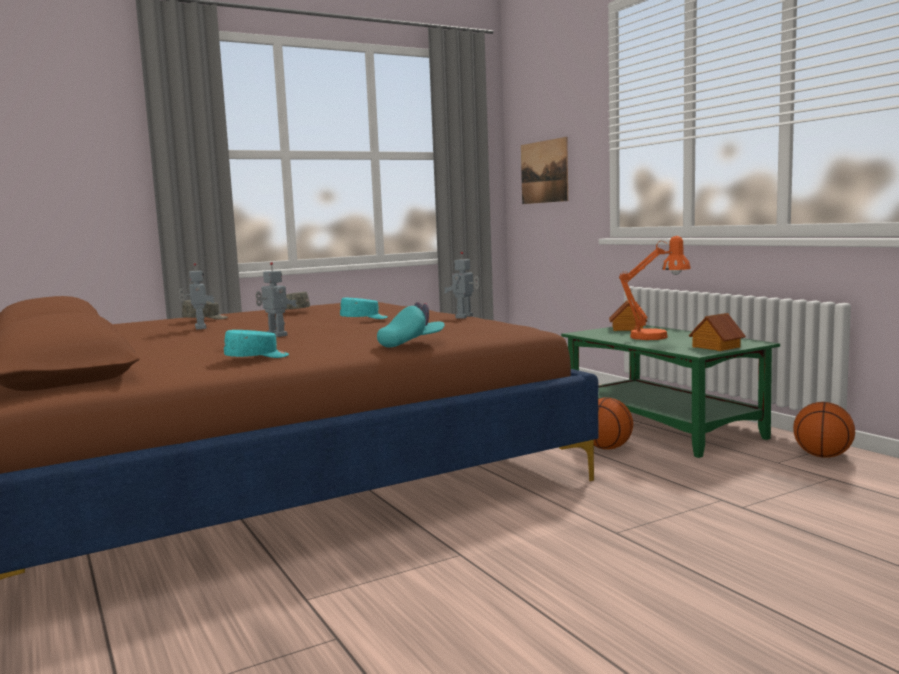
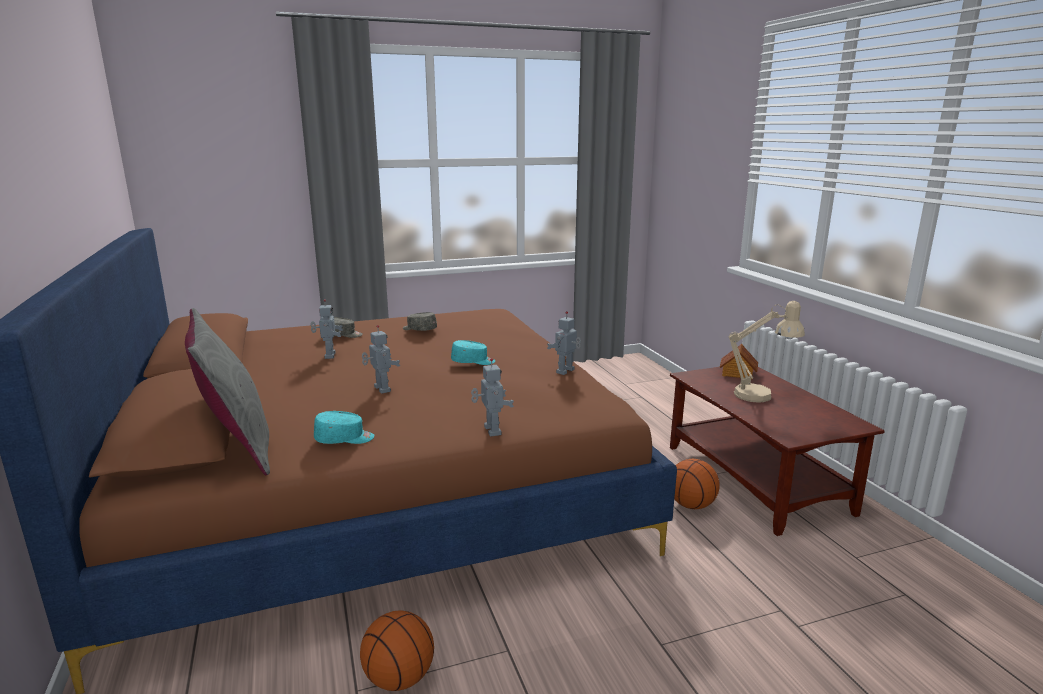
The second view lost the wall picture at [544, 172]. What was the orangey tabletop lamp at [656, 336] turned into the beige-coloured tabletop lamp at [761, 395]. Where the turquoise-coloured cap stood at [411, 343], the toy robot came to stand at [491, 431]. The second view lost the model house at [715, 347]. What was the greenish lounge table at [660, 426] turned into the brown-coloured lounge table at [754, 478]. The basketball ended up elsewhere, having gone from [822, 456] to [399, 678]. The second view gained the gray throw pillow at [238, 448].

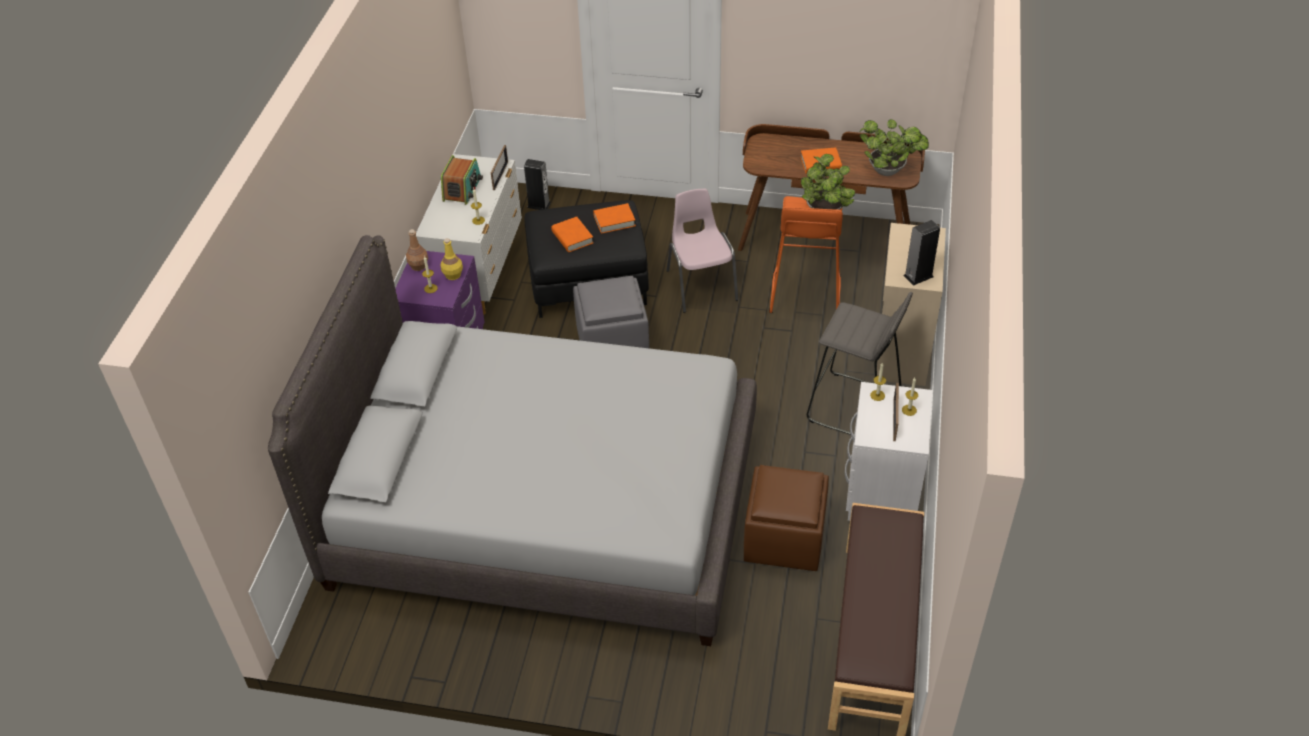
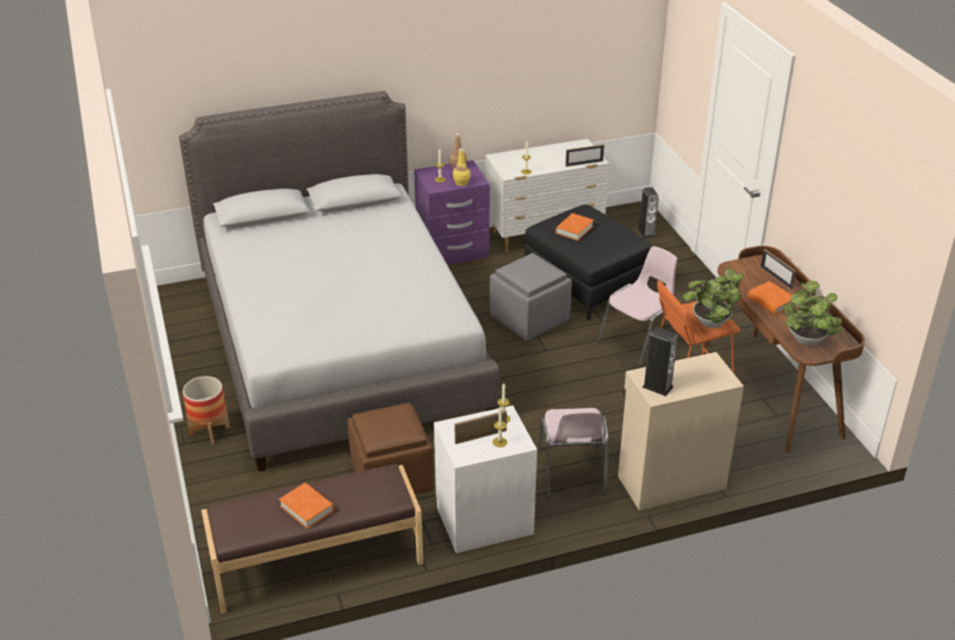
The second view lost the radio set at [462, 189]. The orangey book ended up elsewhere, having gone from [614, 221] to [307, 508]. Where the gray sitting stool stood at [853, 407], the pink upright chair came to stand at [572, 472]. The second view gained the picture frame at [776, 277]. The second view gained the planter at [209, 431].

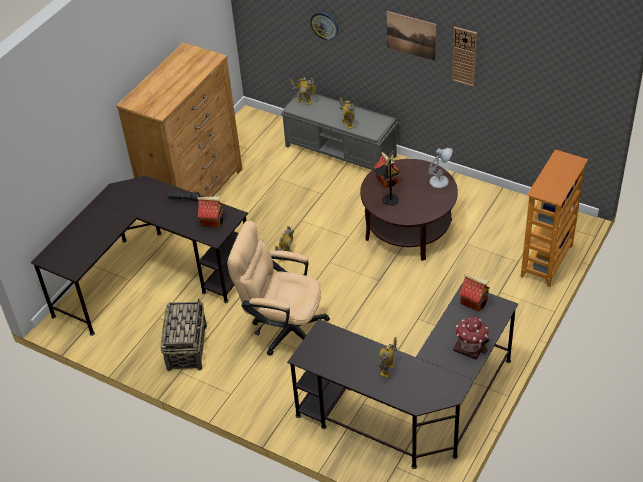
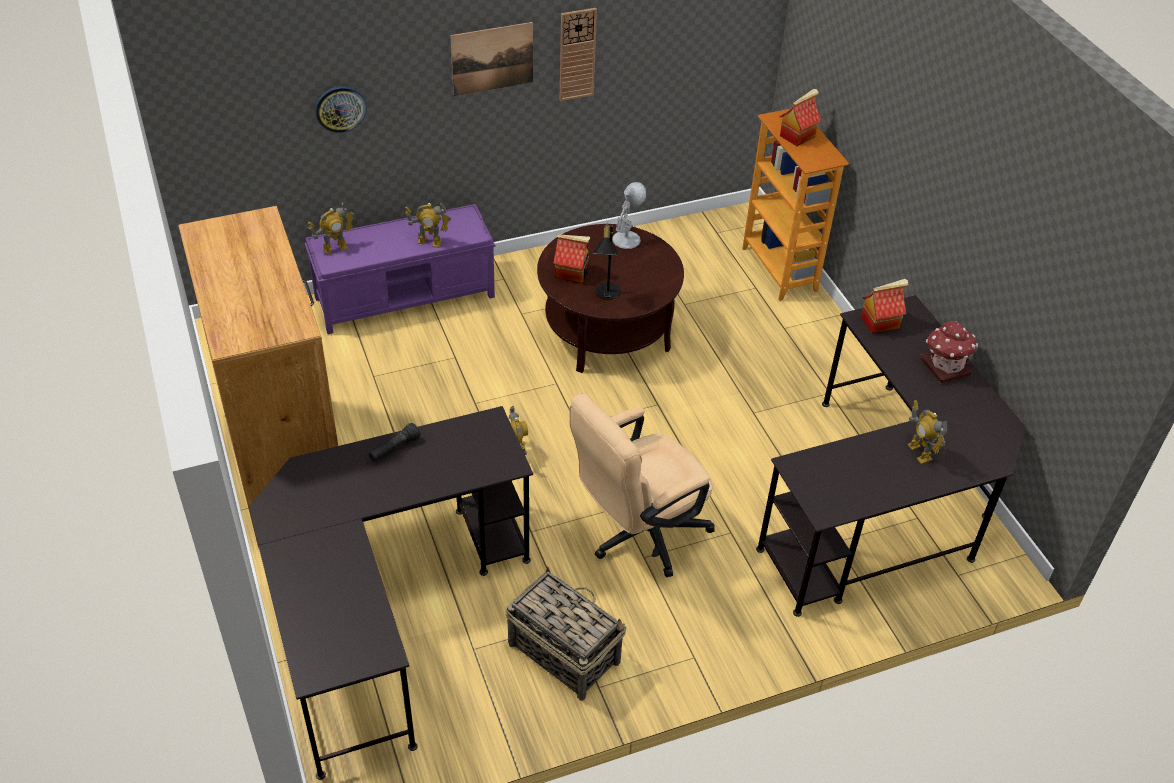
What was the gray long seat at [341, 151] turned into the purple long seat at [406, 297]. The model house ended up elsewhere, having gone from [213, 220] to [797, 135].

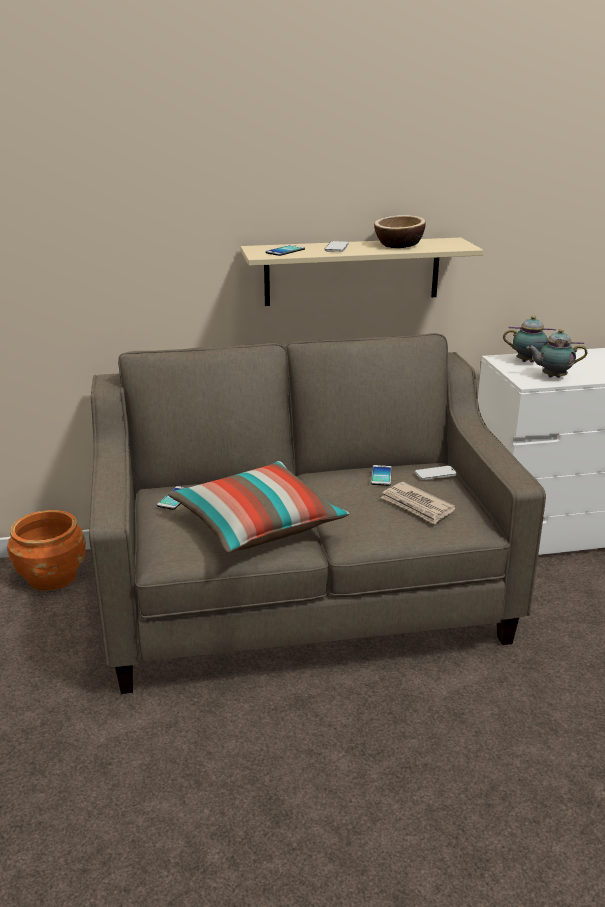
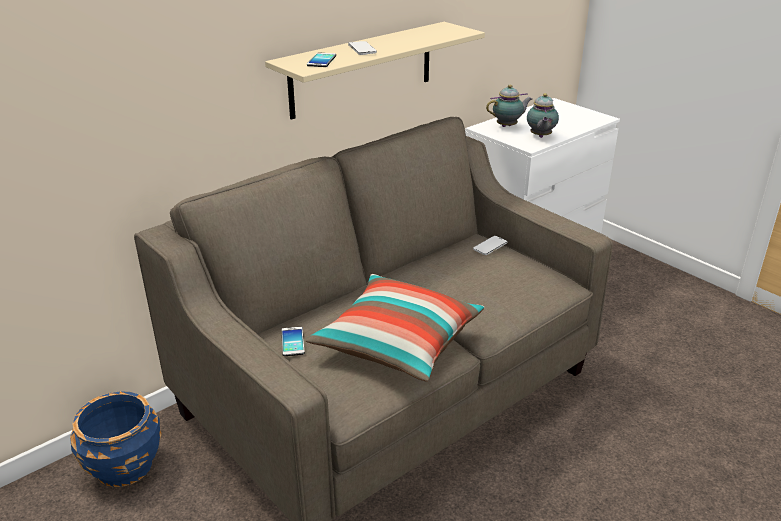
The second view lost the deep dish at [398, 245]. The pot for tea at [552, 377] ended up facing another way, 60 degrees counterclockwise from before. The second view lost the telephone at [381, 476]. The second view lost the daily paper at [417, 506]. What was the orangey planter at [52, 576] turned into the blue planter at [124, 466].

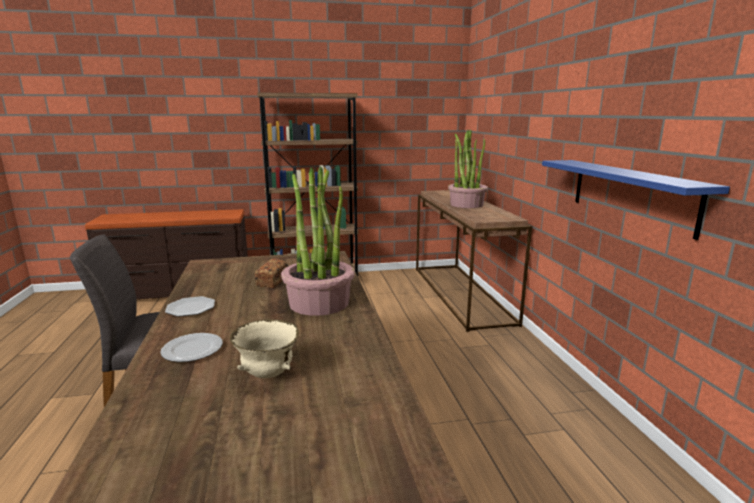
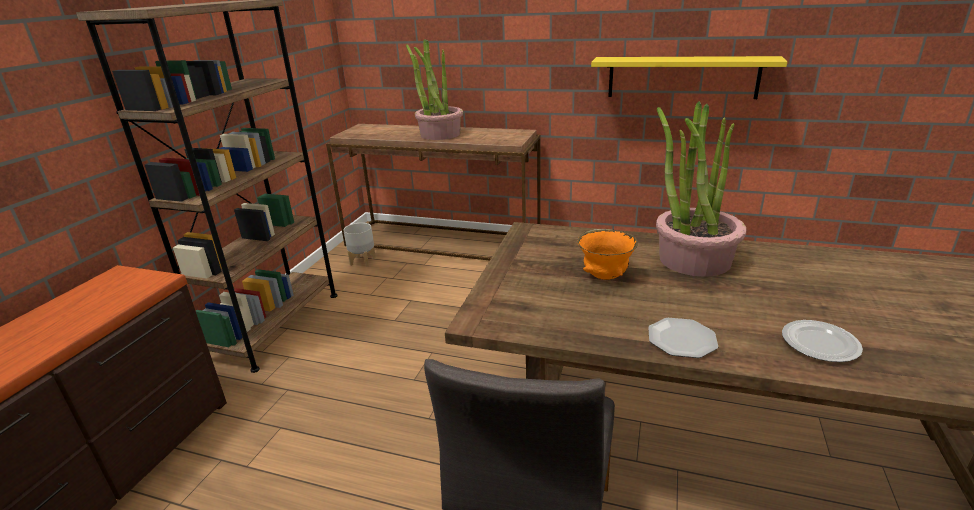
What was the blue wall shelf at [630, 194] turned into the yellow wall shelf at [682, 77]. Where the baked bread stood at [272, 281], the orangey deep dish came to stand at [605, 276]. The second view lost the beige-coloured deep dish at [267, 374]. The second view gained the gray planter at [363, 261].

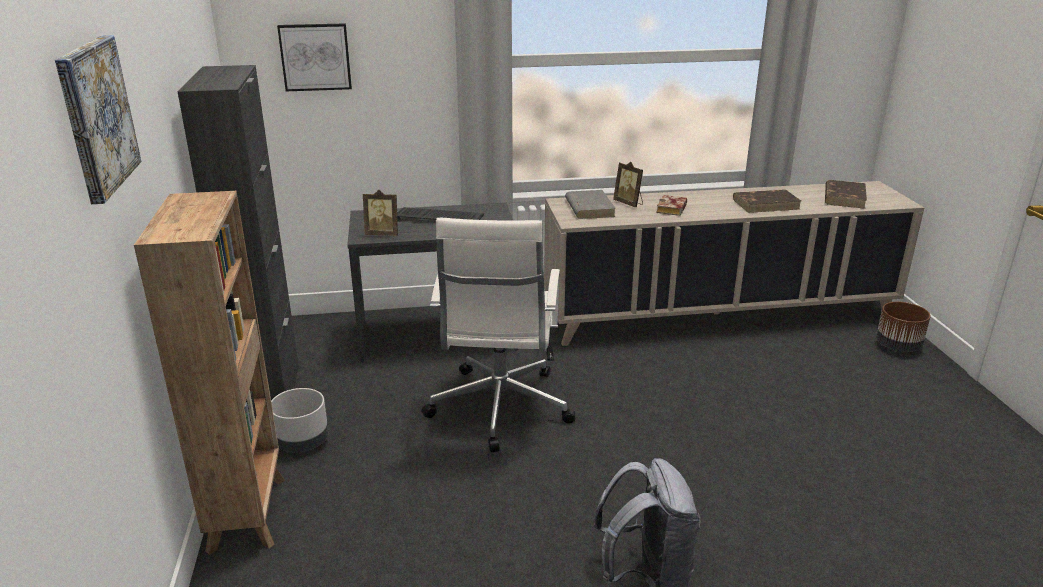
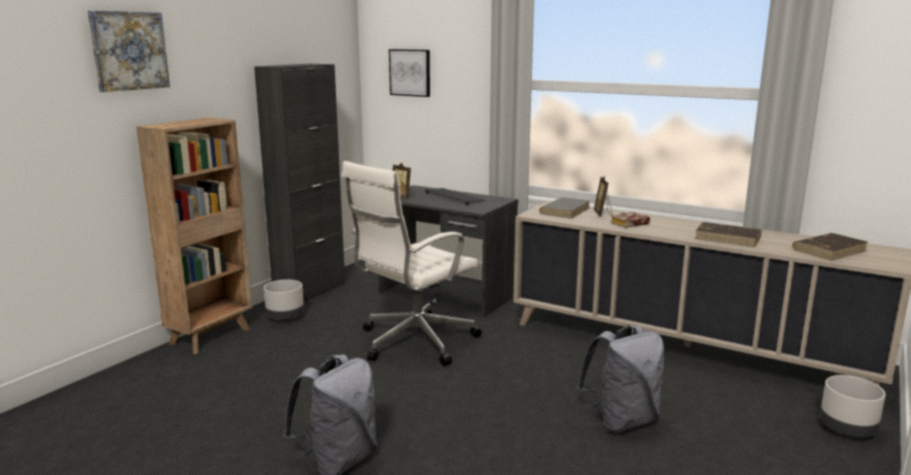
What was the brown-coloured planter at [898, 346] turned into the gray planter at [847, 430]. The second view gained the gray backpack at [622, 421].

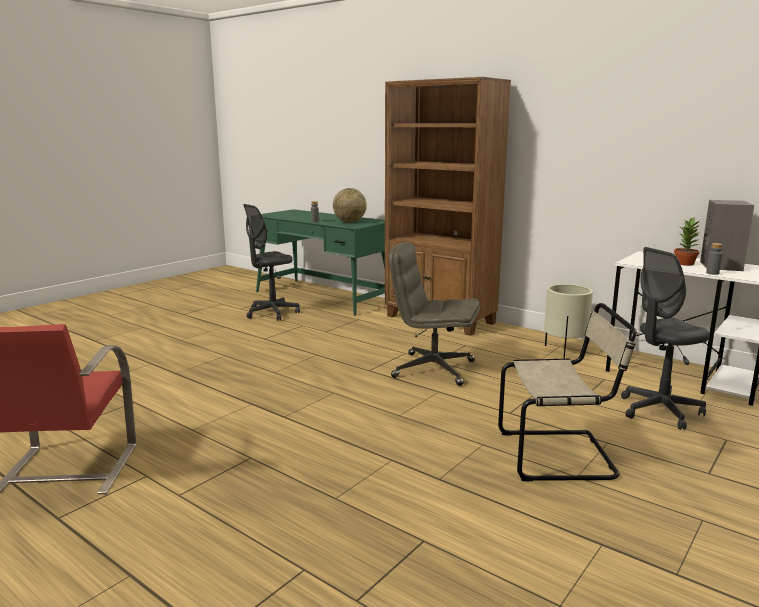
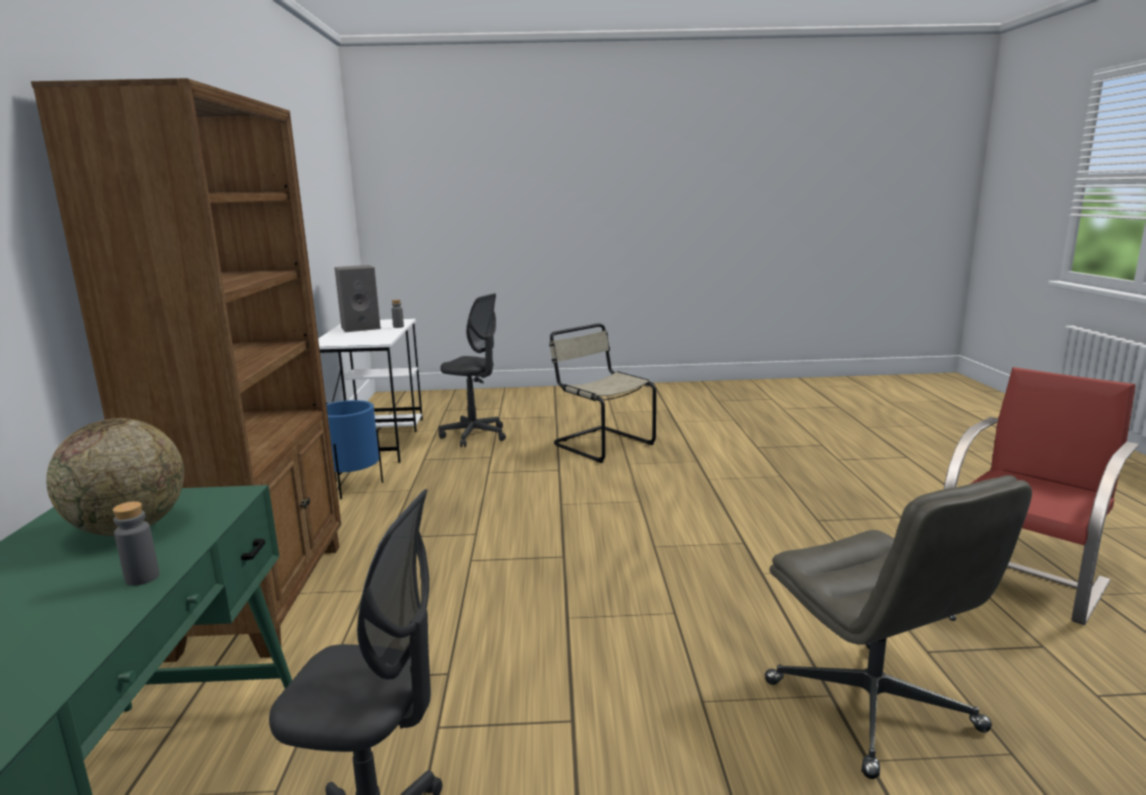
The second view lost the plant in a pot at [685, 264]. The gray computer chair ended up elsewhere, having gone from [432, 369] to [874, 707]. What was the beige-coloured planter at [564, 351] turned into the blue planter at [353, 487].

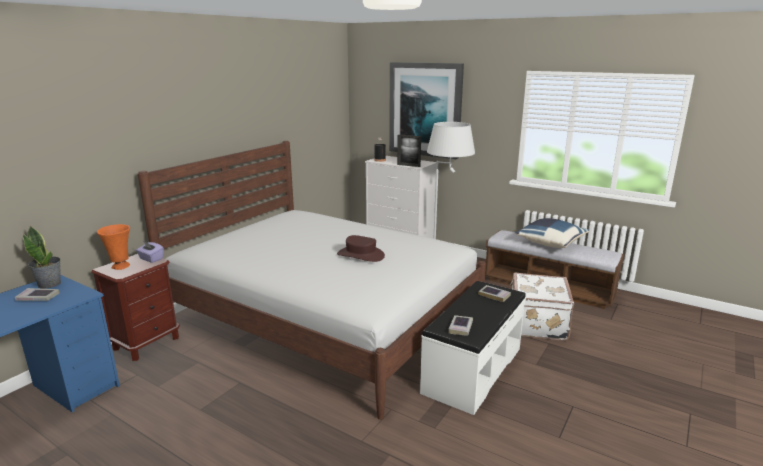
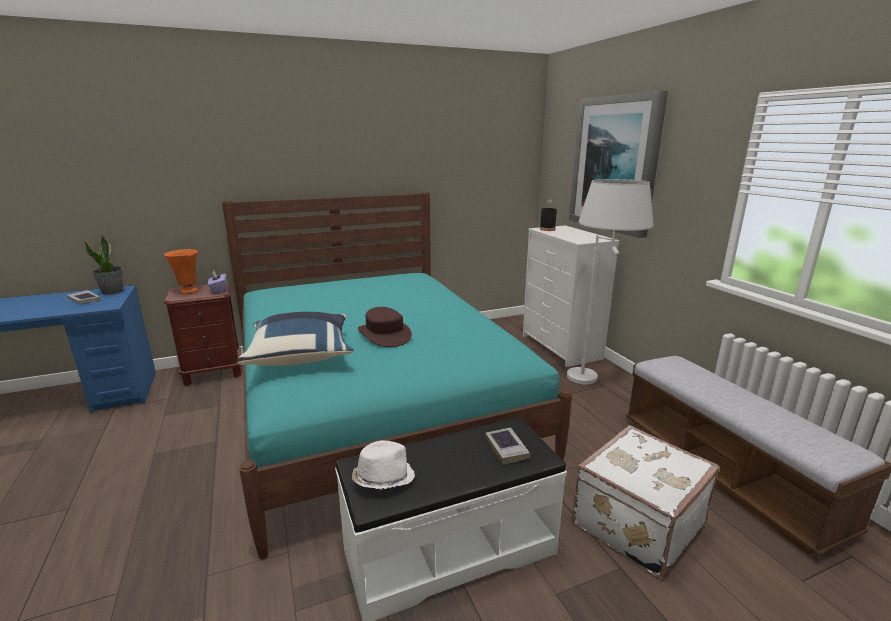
The second view lost the picture frame at [408, 165]. What was the white-coloured bedroom bed at [325, 318] turned into the turquoise-coloured bedroom bed at [375, 404]. The blue throw pillow ended up elsewhere, having gone from [550, 243] to [301, 356]. Where the book stood at [460, 327], the white-coloured clothing hat came to stand at [383, 478].

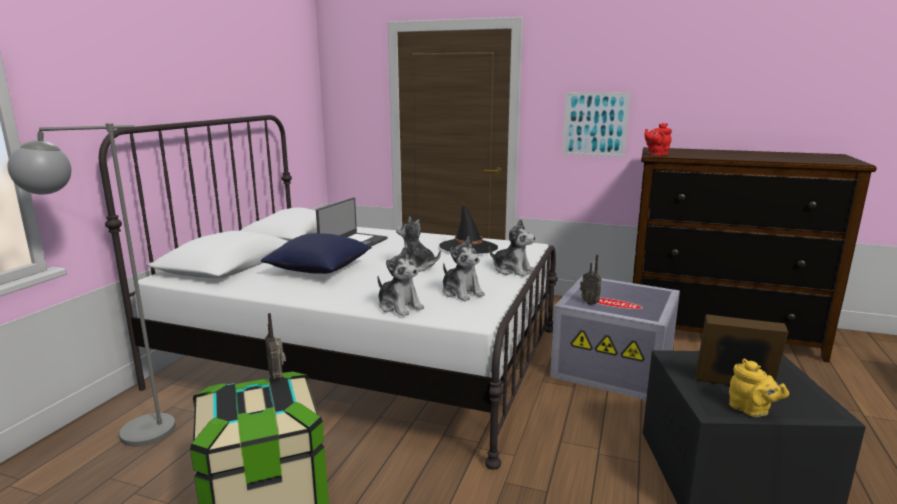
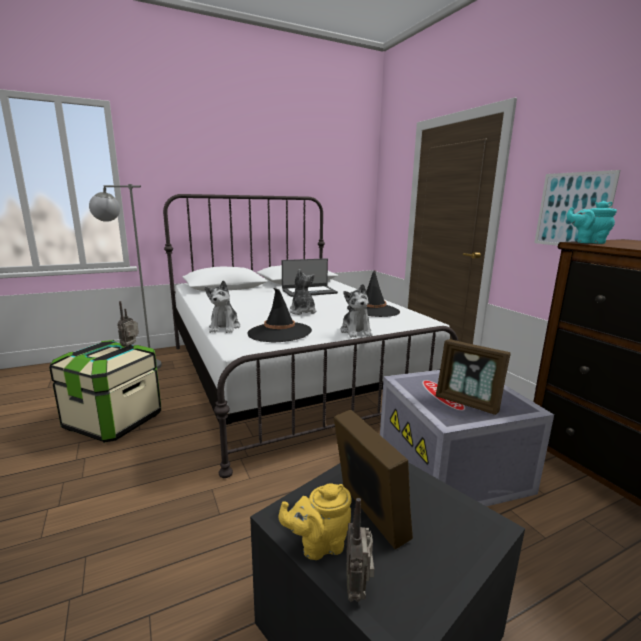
What was the reddish pot for tea at [656, 155] turned into the turquoise-coloured pot for tea at [588, 242]. The second view lost the blue throw pillow at [320, 270]. Where the plush toy stood at [461, 292], the black-coloured clothing hat came to stand at [279, 332]. The radio set ended up elsewhere, having gone from [590, 303] to [357, 588]. The yellow pot for tea at [751, 410] ended up facing another way, 60 degrees clockwise from before. The second view gained the picture frame at [468, 403].

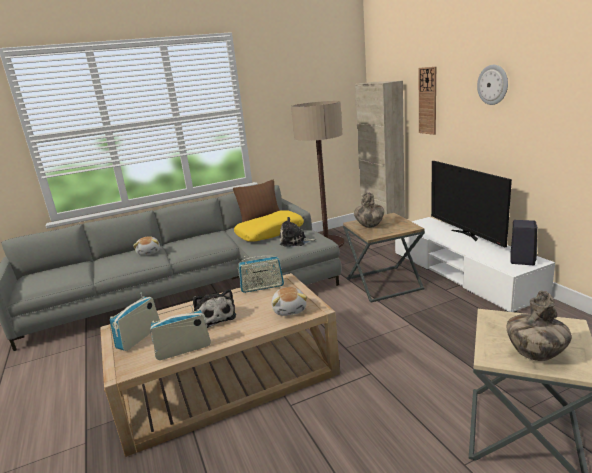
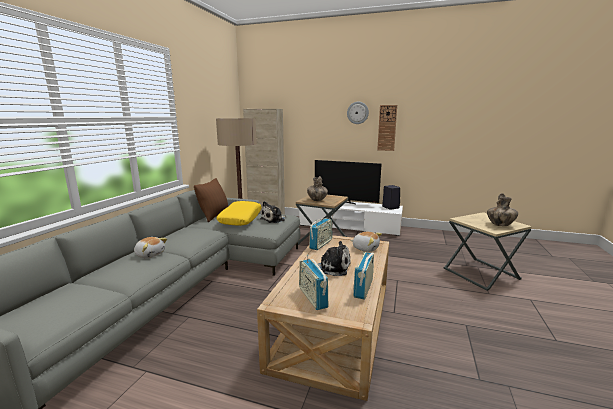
The wall clock ended up elsewhere, having gone from [427, 101] to [387, 128].

